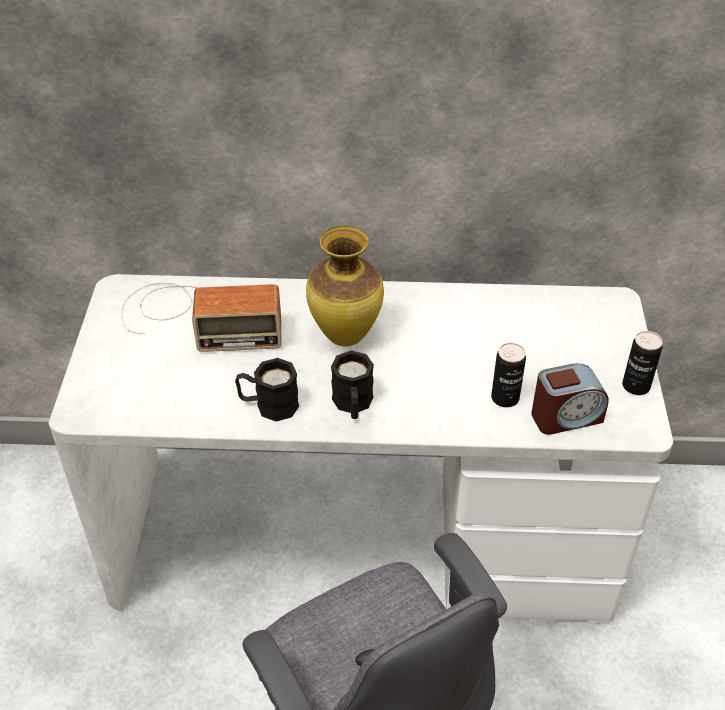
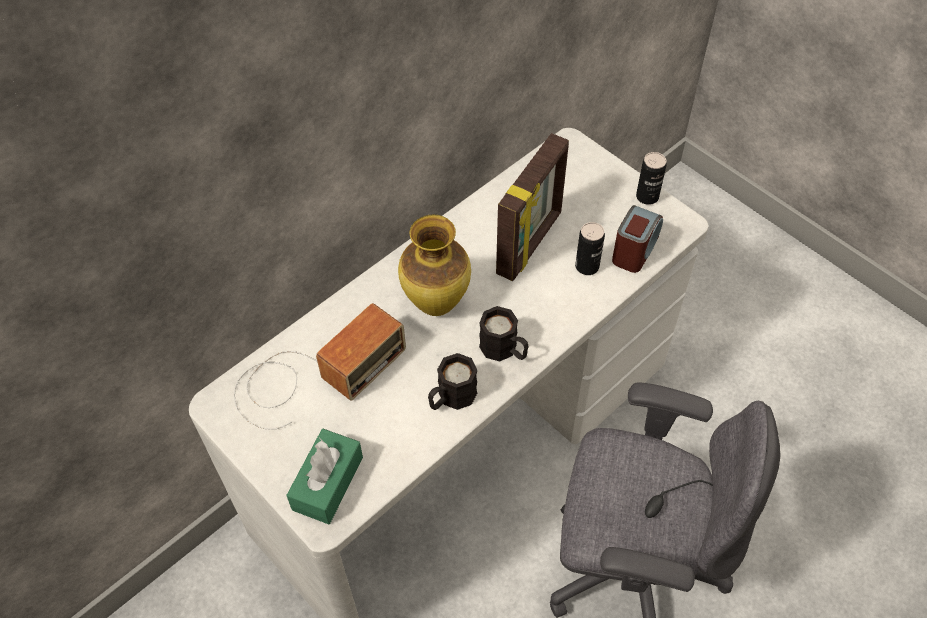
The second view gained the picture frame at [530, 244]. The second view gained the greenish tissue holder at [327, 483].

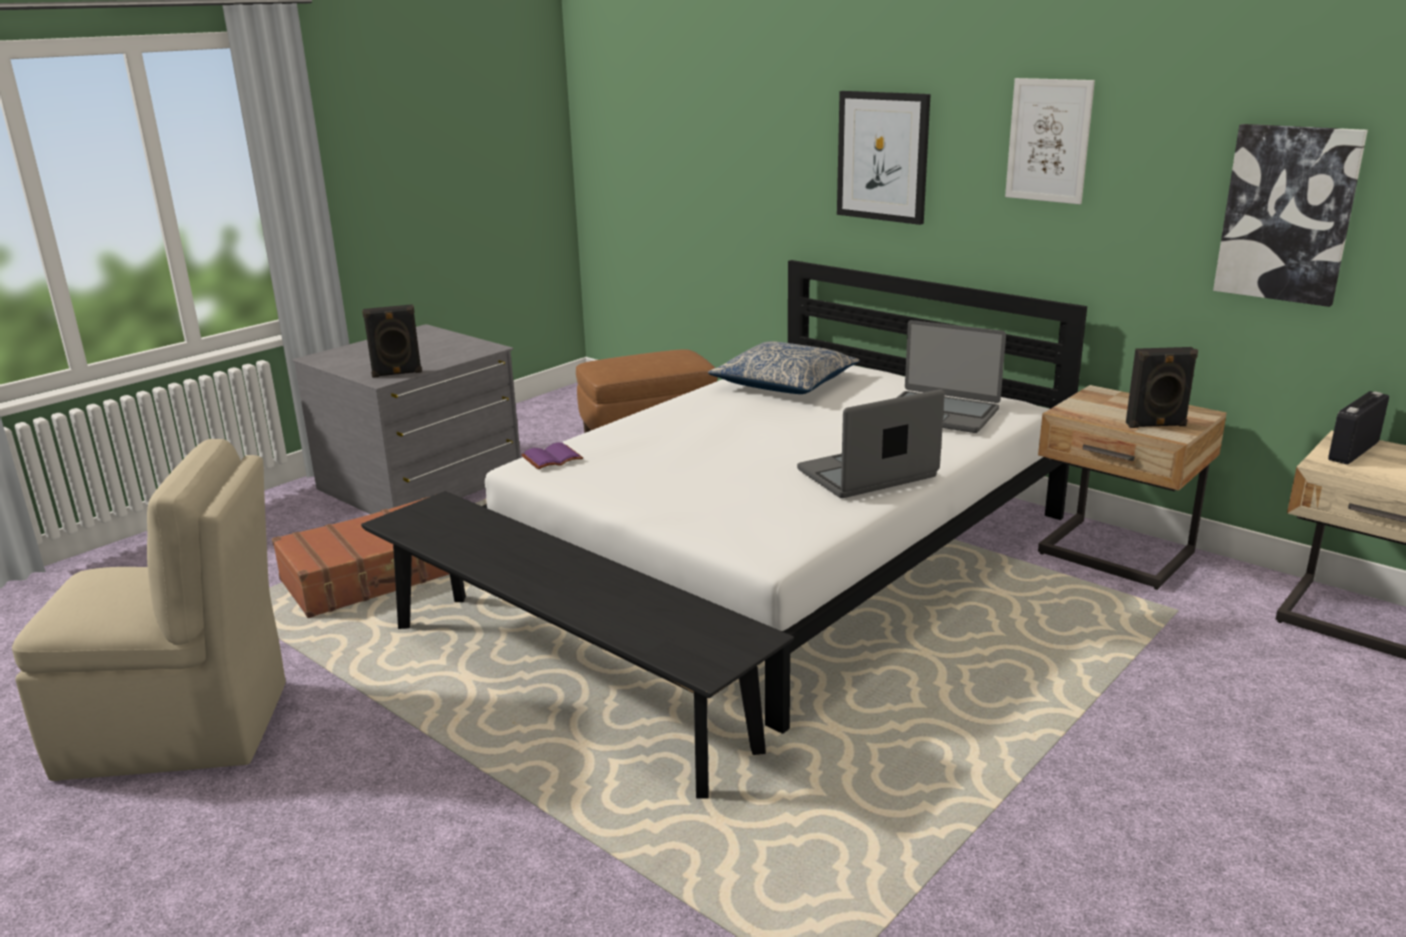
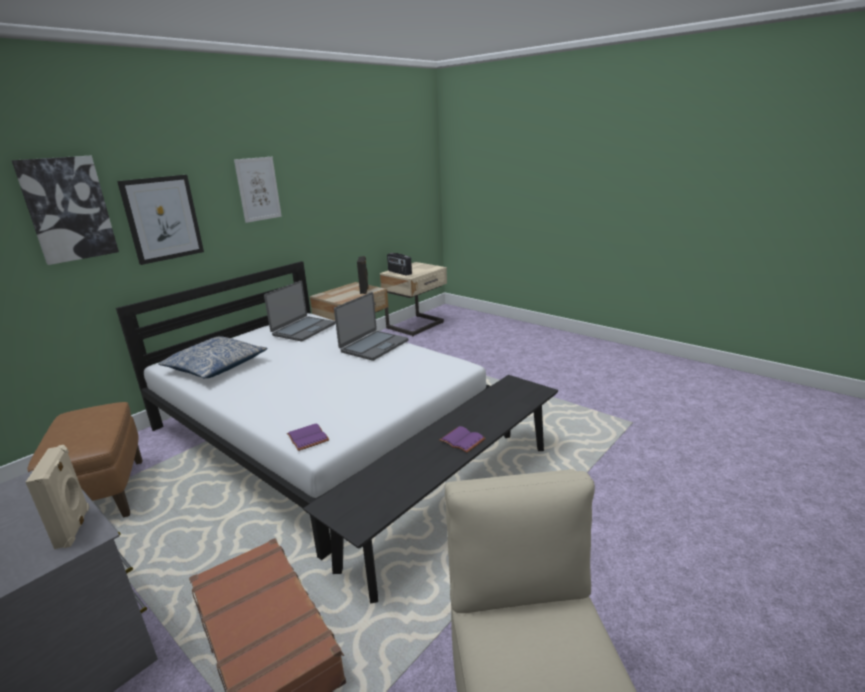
The wall picture ended up elsewhere, having gone from [1287, 214] to [68, 209]. What was the black-coloured audio speaker at [397, 373] turned into the beige-coloured audio speaker at [74, 527]. The notebook computer at [868, 474] ended up facing another way, 120 degrees counterclockwise from before. The second view gained the purple book at [463, 440].

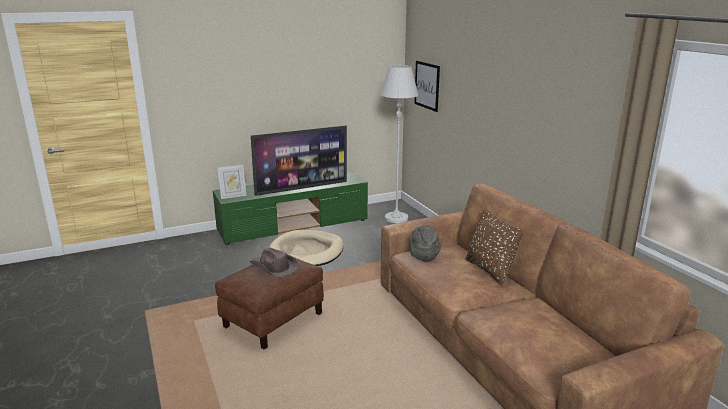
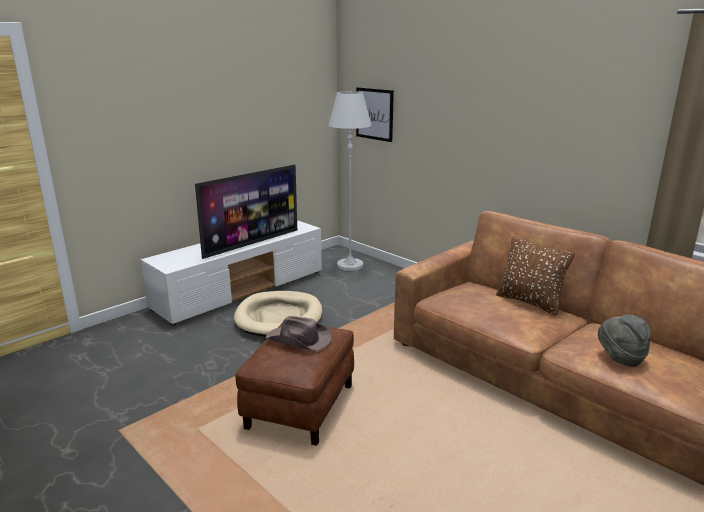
The second view lost the picture frame at [233, 196]. What was the greenish tv stand at [294, 225] turned into the white-coloured tv stand at [241, 289]. The gray clothing hat ended up elsewhere, having gone from [423, 256] to [620, 358].

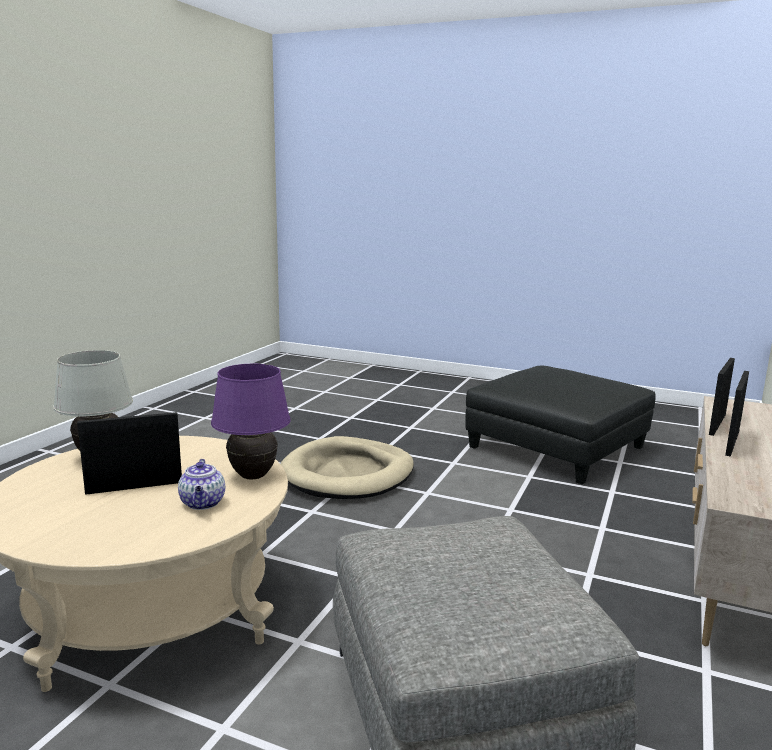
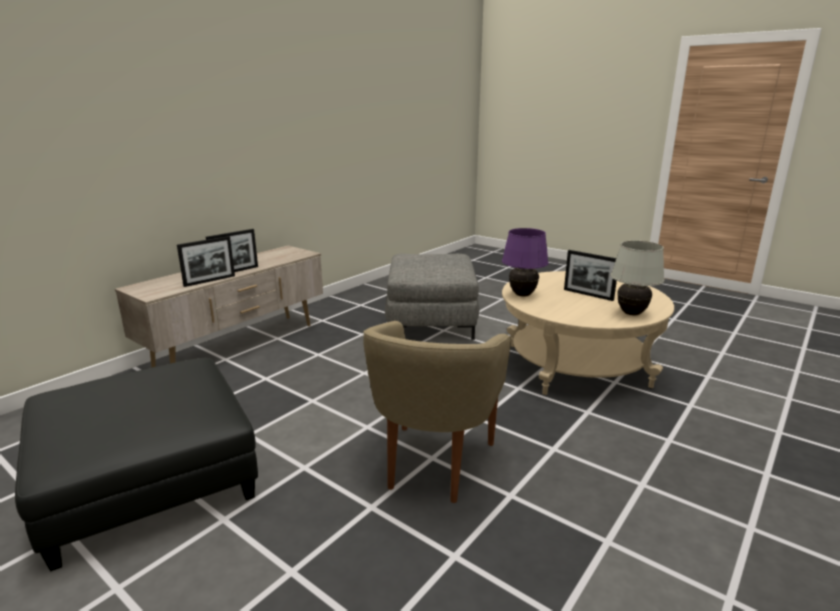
The picture frame at [134, 487] ended up facing another way, 45 degrees clockwise from before. Where the beige-coloured dog cushion stood at [348, 474], the beige-coloured lounge chair came to stand at [434, 464]. The second view lost the pot for tea at [203, 503].

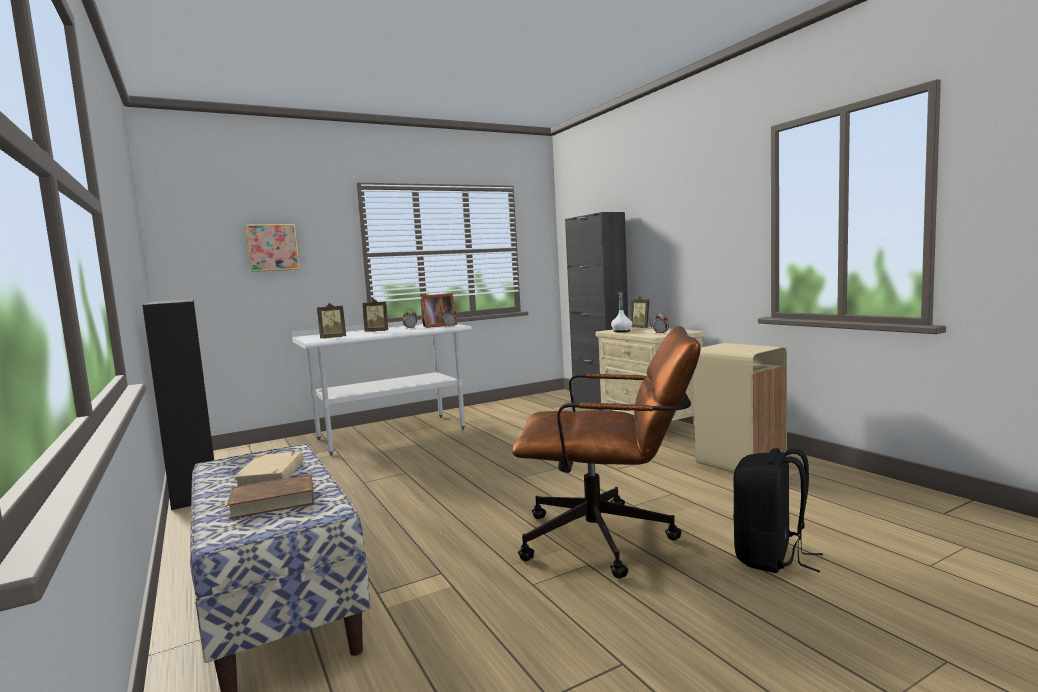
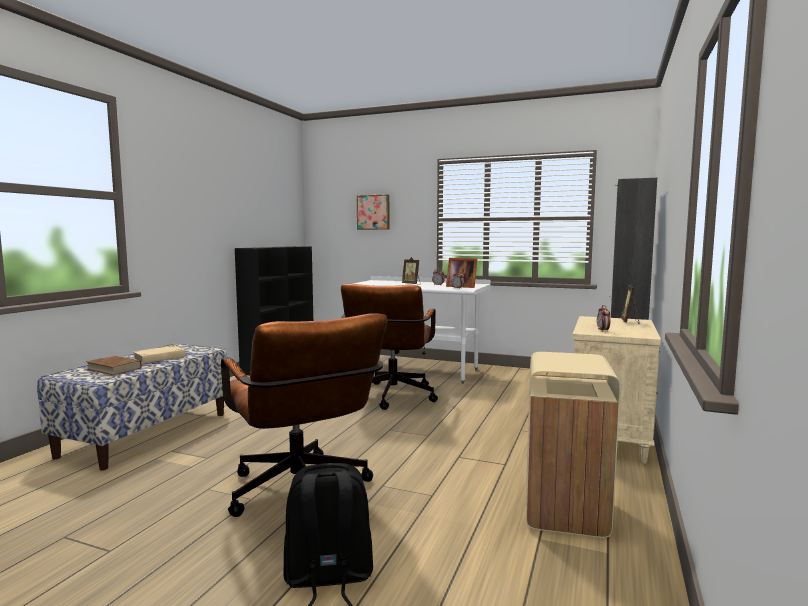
The second view lost the white-coloured beverage bottle at [621, 331]. The second view lost the picture frame at [333, 338]. The second view gained the brown-coloured computer chair at [390, 398].

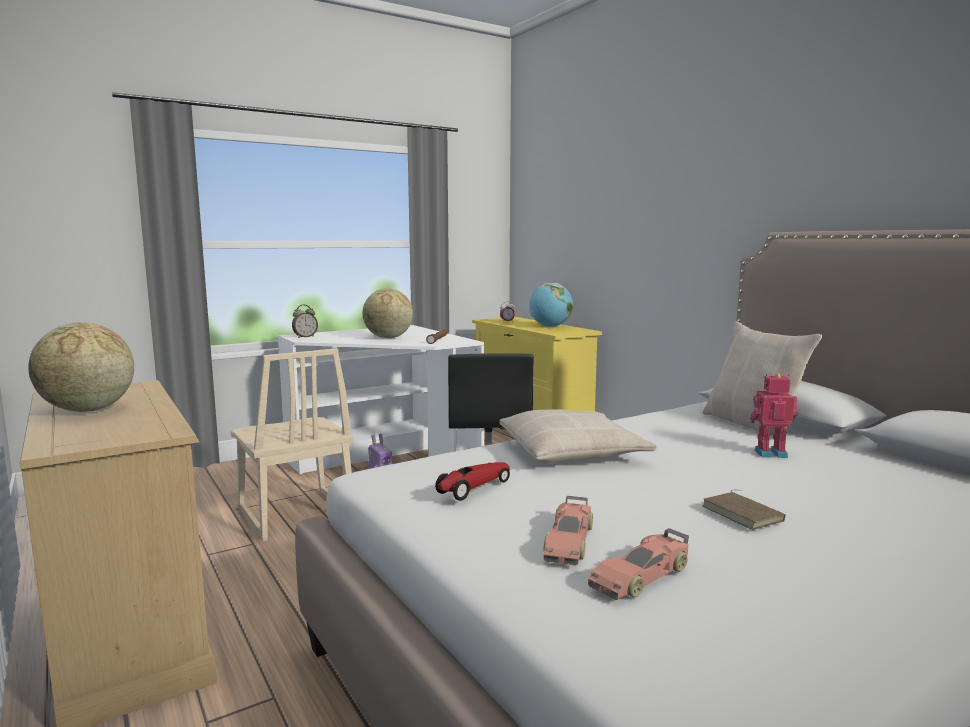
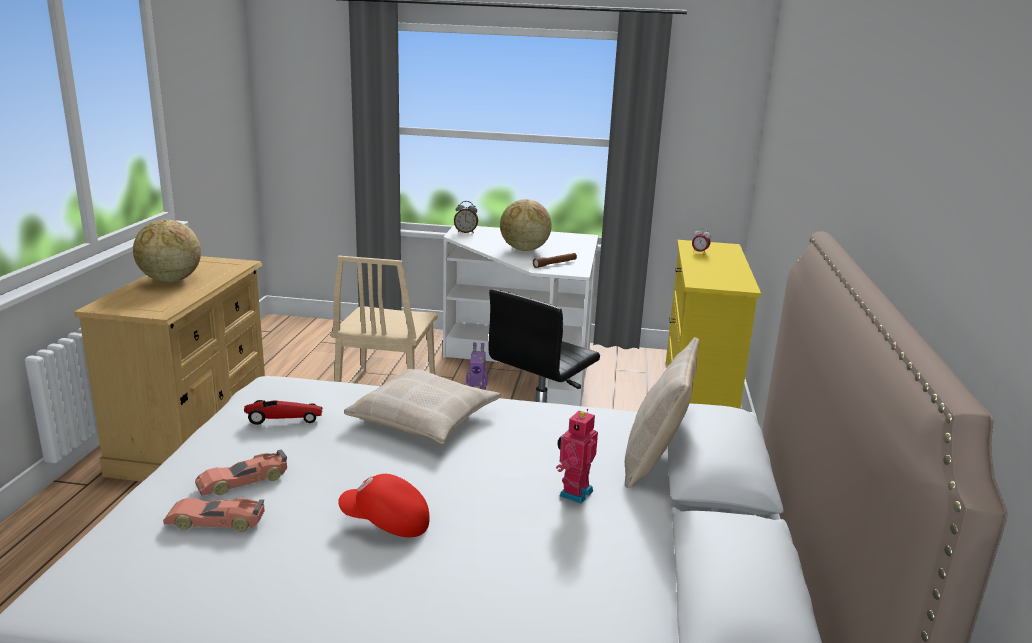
The second view lost the desk globe at [550, 326]. The toy robot at [770, 453] ended up facing another way, 105 degrees counterclockwise from before. Where the brown-coloured book stood at [744, 514], the reddish cap came to stand at [385, 523].

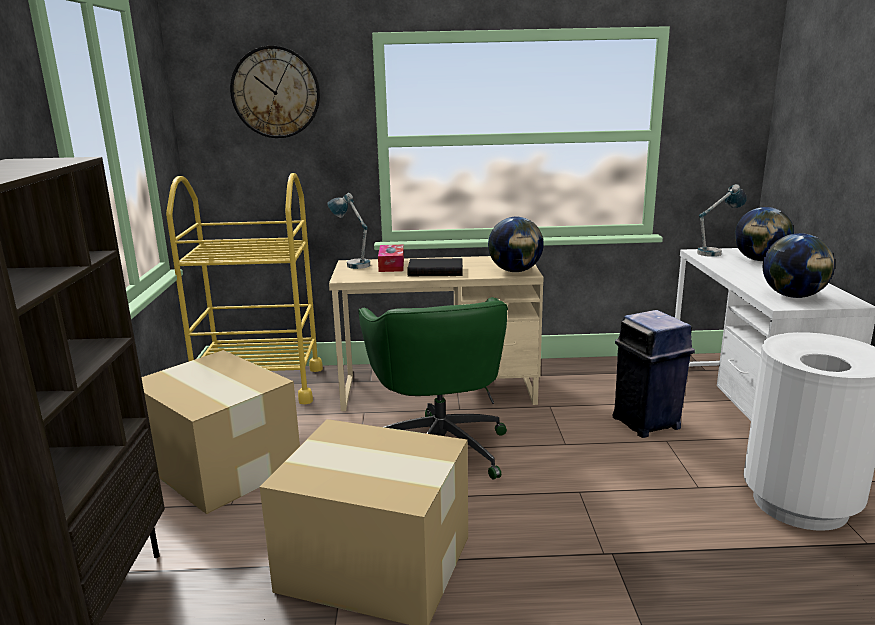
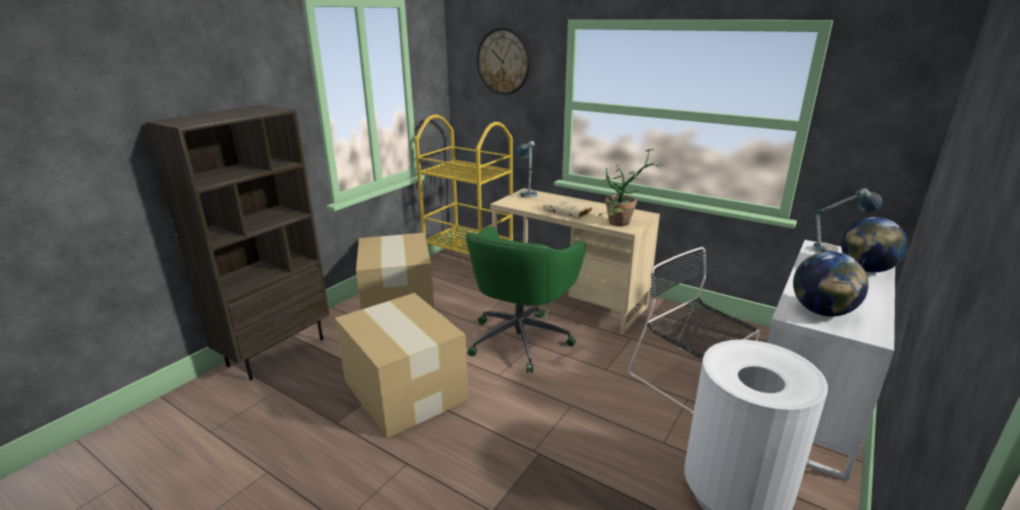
Where the desk globe stood at [515, 271], the plant in a pot came to stand at [622, 225]. The second view lost the tissue holder at [391, 265]. What was the black-coloured book at [436, 271] turned into the beige-coloured book at [568, 211]. Where the blue rubbish bin stood at [646, 423], the black-coloured upright chair came to stand at [690, 380].

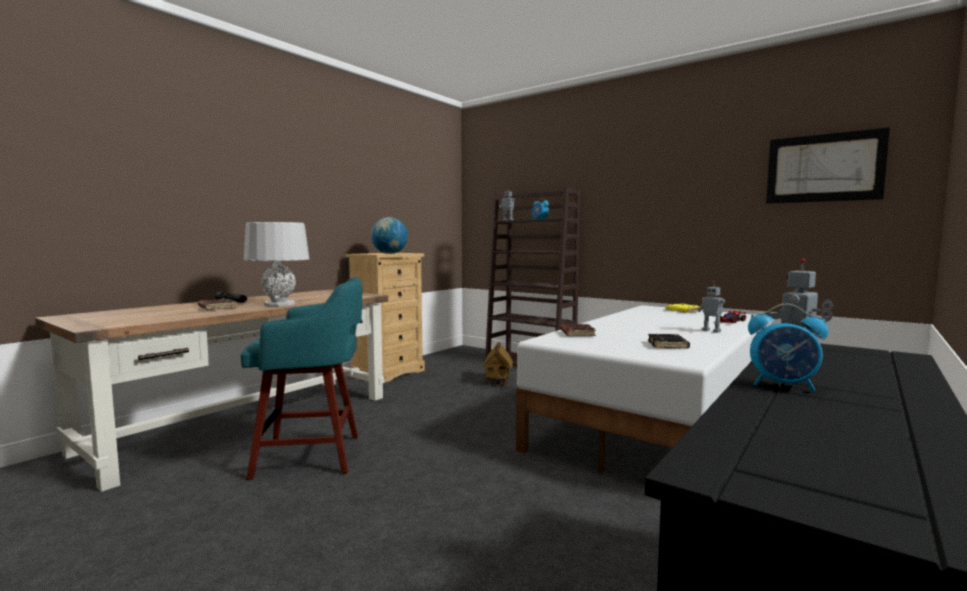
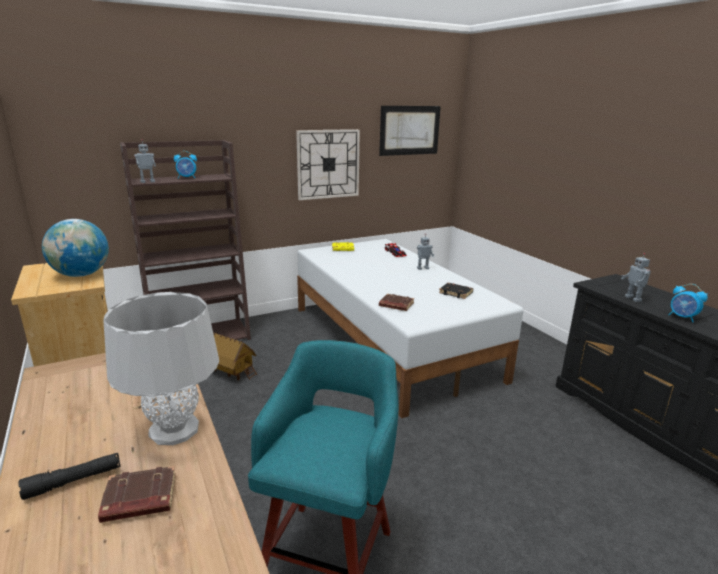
The alarm clock at [783, 386] ended up facing another way, 90 degrees clockwise from before. The second view gained the wall clock at [328, 164].

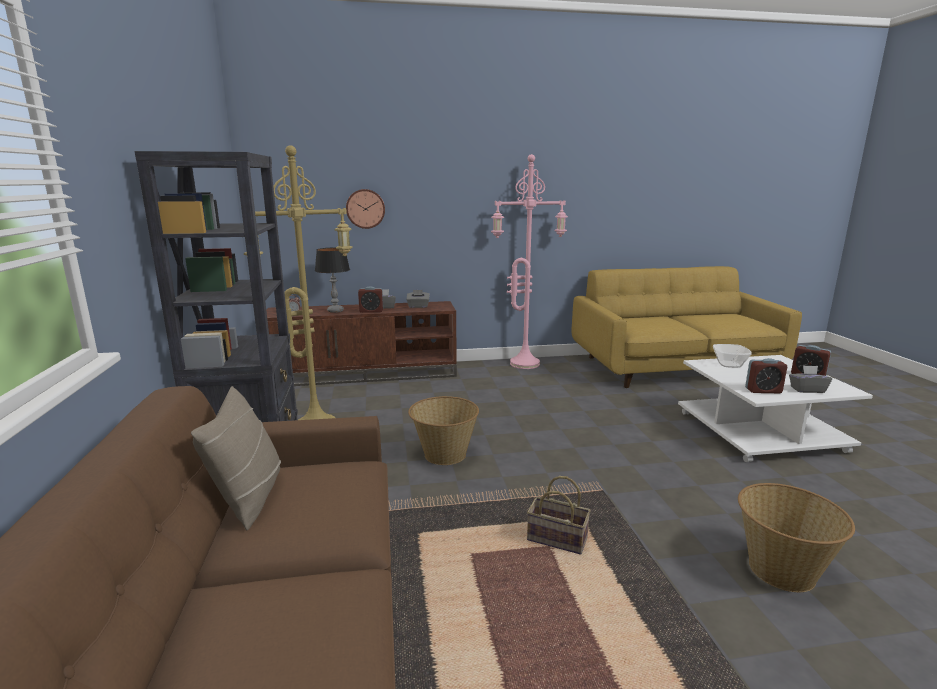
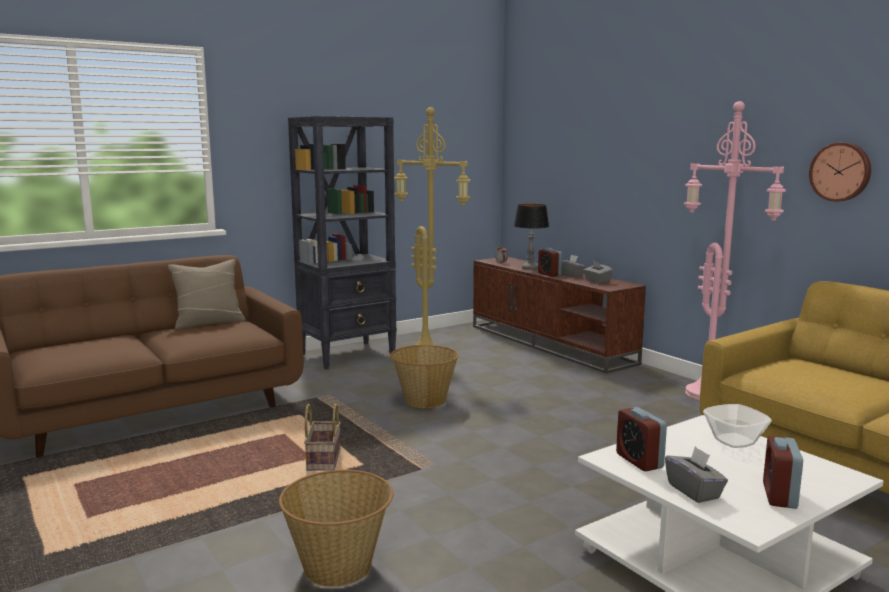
The wall clock ended up elsewhere, having gone from [365, 208] to [841, 172].

